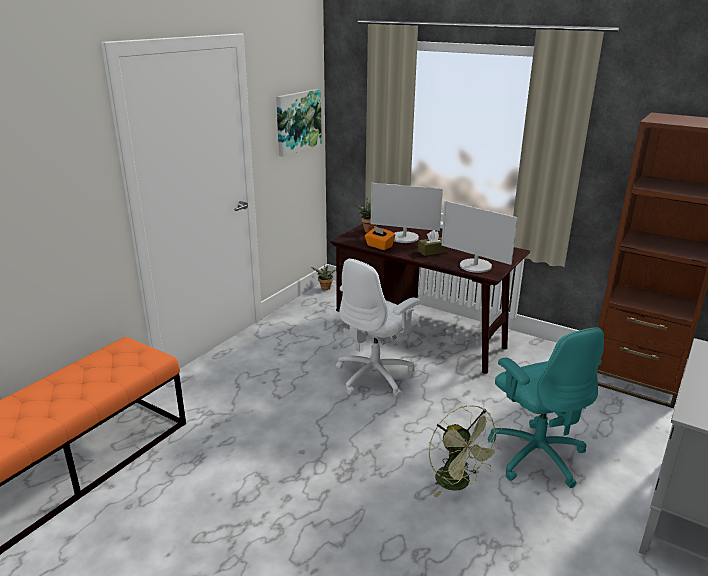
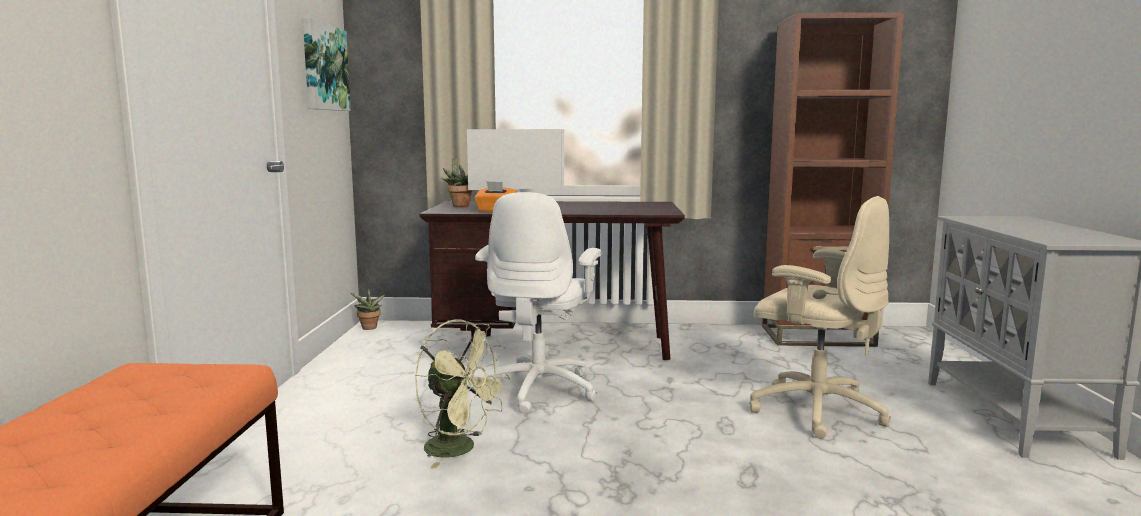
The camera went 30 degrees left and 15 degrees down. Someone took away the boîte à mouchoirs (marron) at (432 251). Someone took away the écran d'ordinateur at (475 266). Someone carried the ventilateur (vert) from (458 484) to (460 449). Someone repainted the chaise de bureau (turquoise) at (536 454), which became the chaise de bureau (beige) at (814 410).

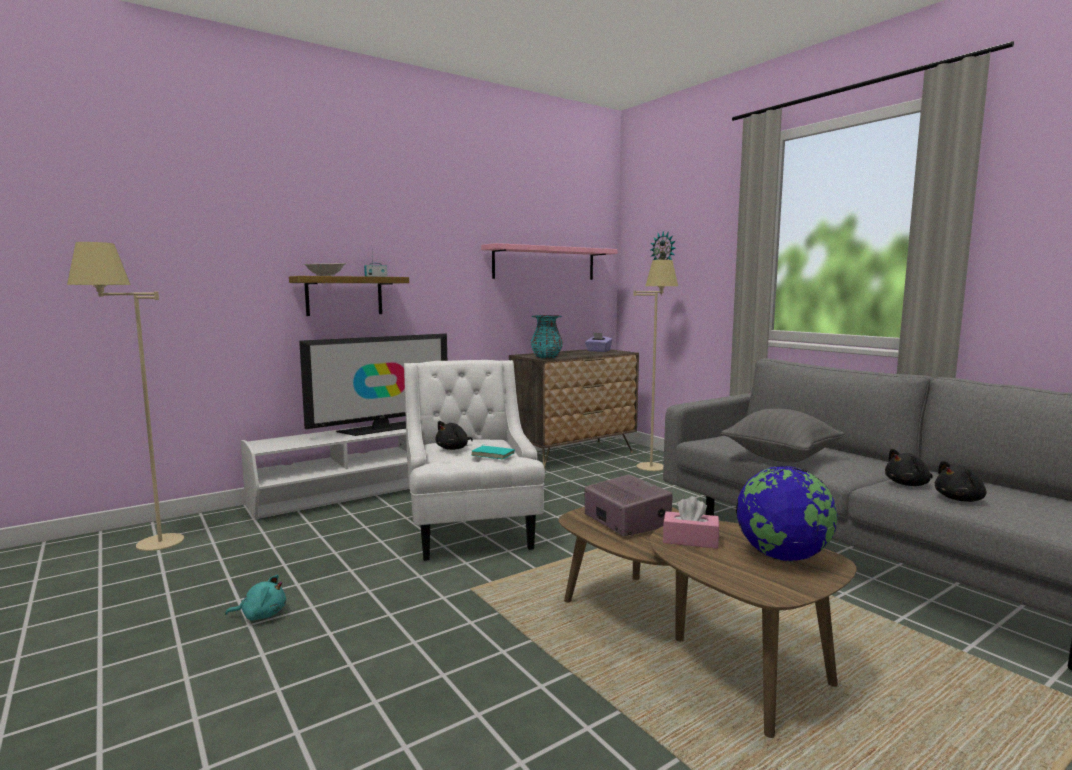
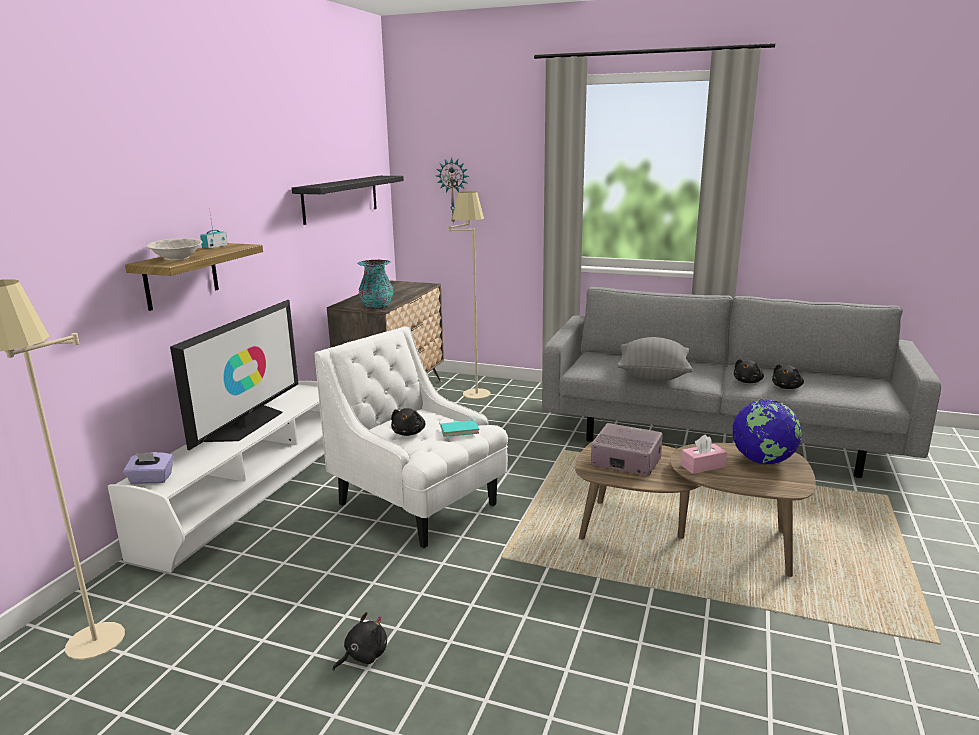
The camera went 35 degrees left and 10 degrees up. Someone carried the boîte à mouchoirs (violet) from (598 351) to (151 479). Someone repainted the peluche (turquoise) at (261 615), which became the peluche (noir) at (363 655). Someone repainted the étagère (rose) at (544 263), which became the étagère (noir) at (341 198).

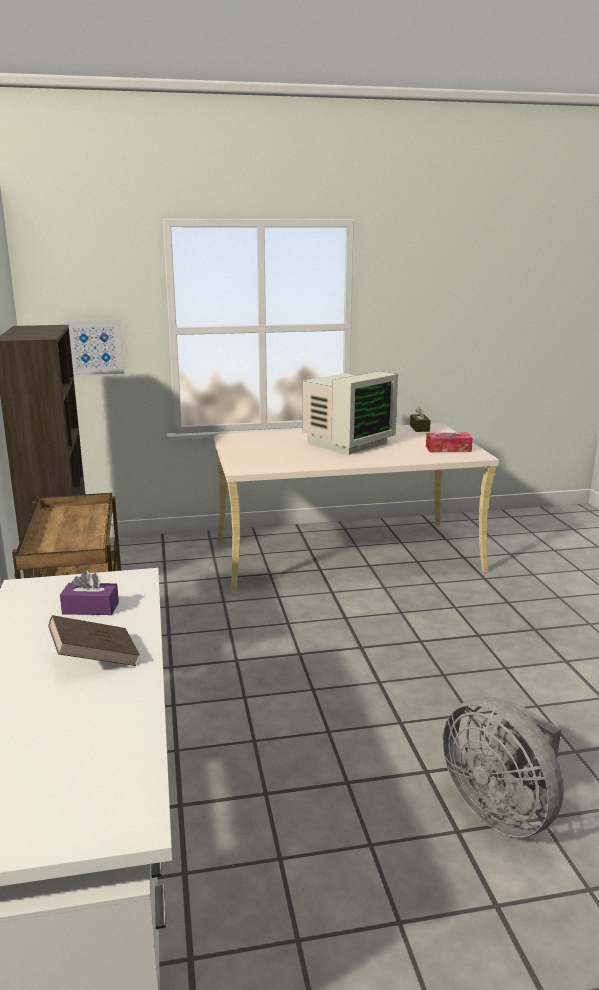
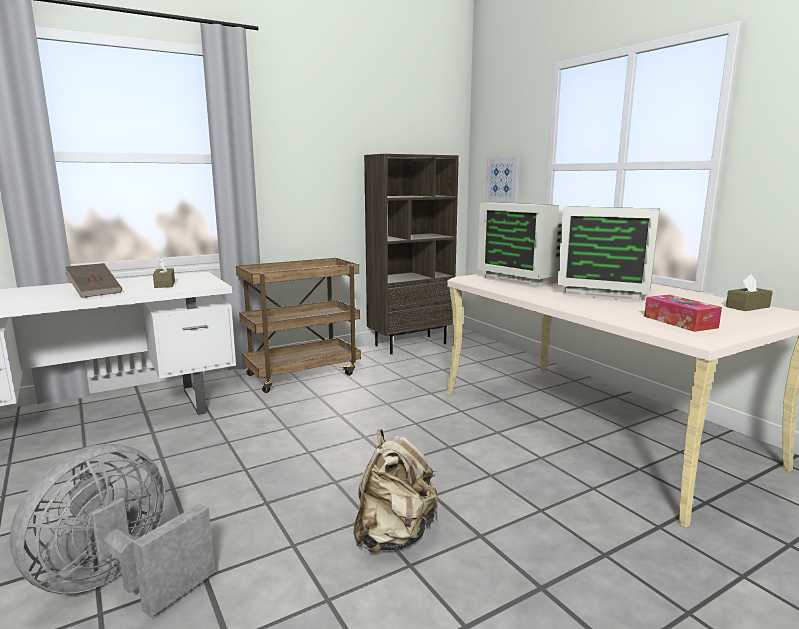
The camera went 70 degrees right and 5 degrees down. Someone put down the sac à dos (beige) at (394 536). Someone put down the écran d'ordinateur at (527 279). Someone repainted the boîte à mouchoirs (violet) at (90 608), which became the boîte à mouchoirs (marron) at (165 284).

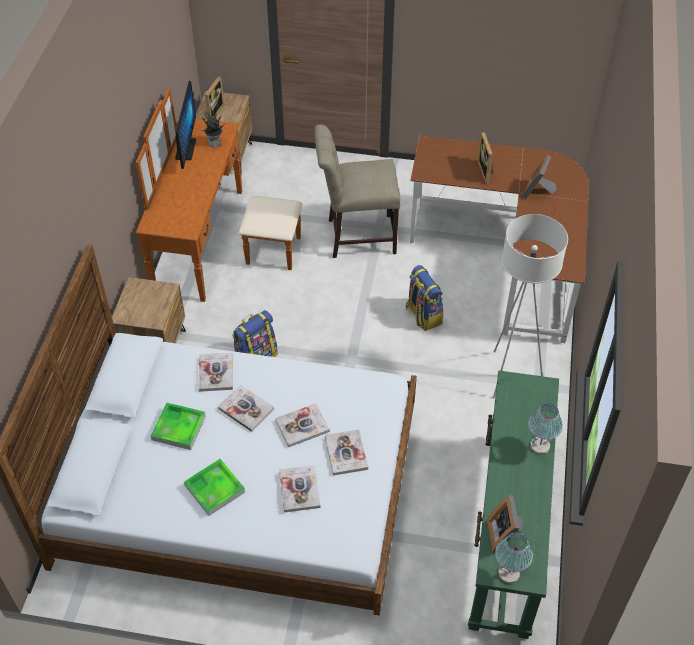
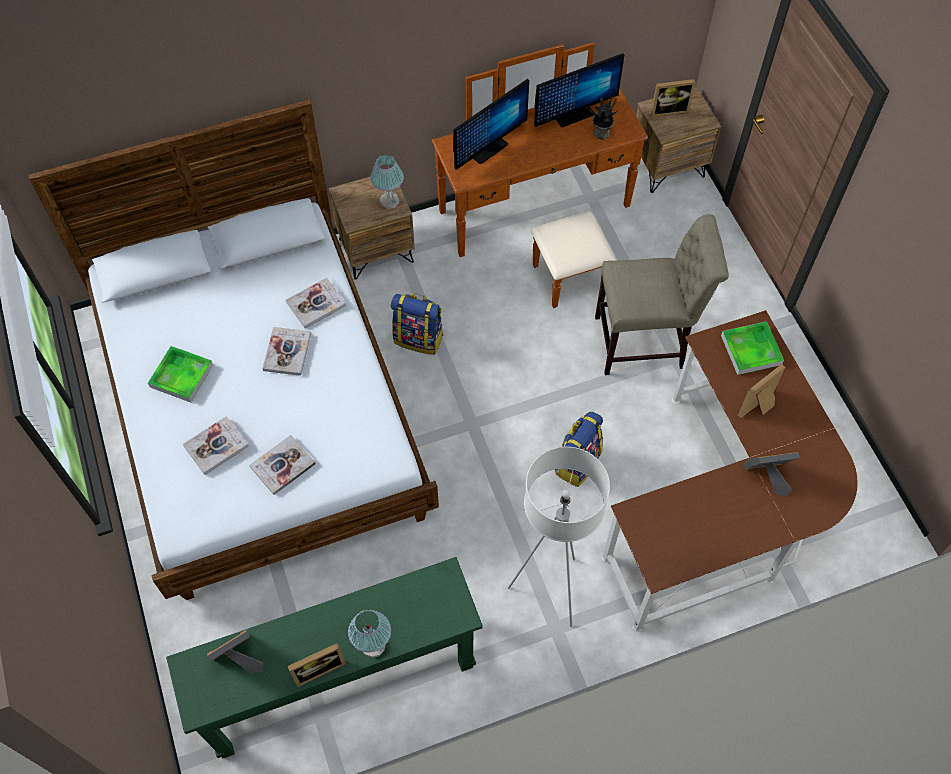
The camera went 60 degrees right and 10 degrees up. Someone took away the livre at (302 426). Someone put down the cadre photo at (318 667). Someone put down the écran d'ordinateur at (487 149). Someone carried the plateau from (179 428) to (751 350). Someone carried the lampe de table from (509 573) to (389 201). Someone rotated the chaise (beige) at (357 236) by 120 degrees clockwise.

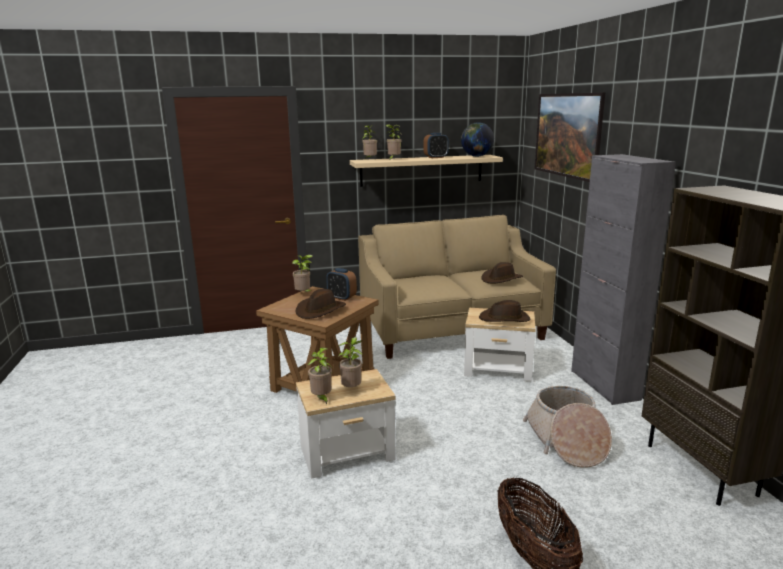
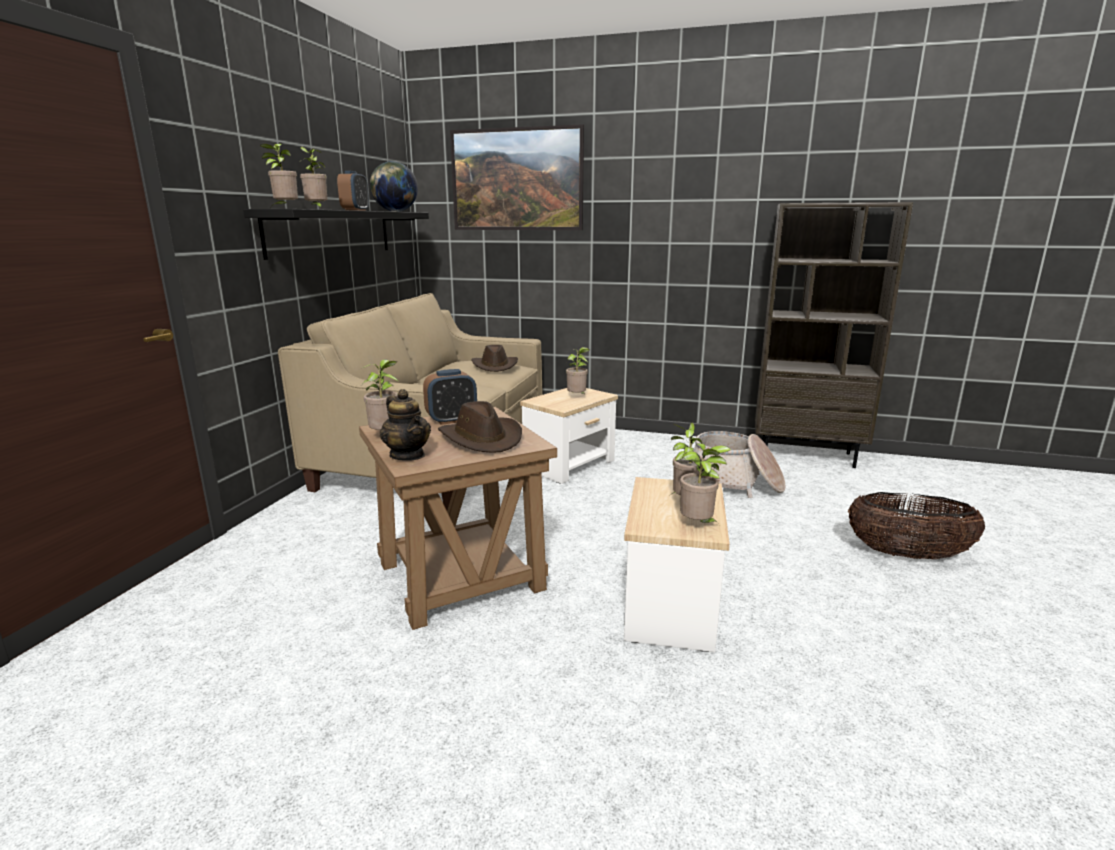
The camera went 60 degrees left and 0 degrees up. Someone took away the meuble de rangement (gris) at (604 385). Someone put down the théière at (408 455). Someone swapped the chapeau (marron) at (505 319) for the plante en pot at (577 397). Someone repainted the étagère (beige) at (421 170), which became the étagère (noir) at (331 232).

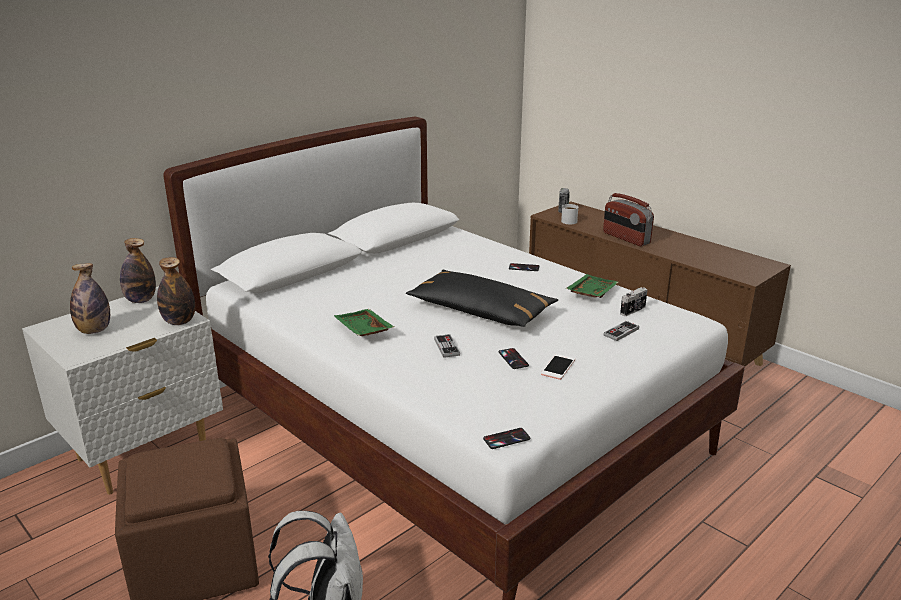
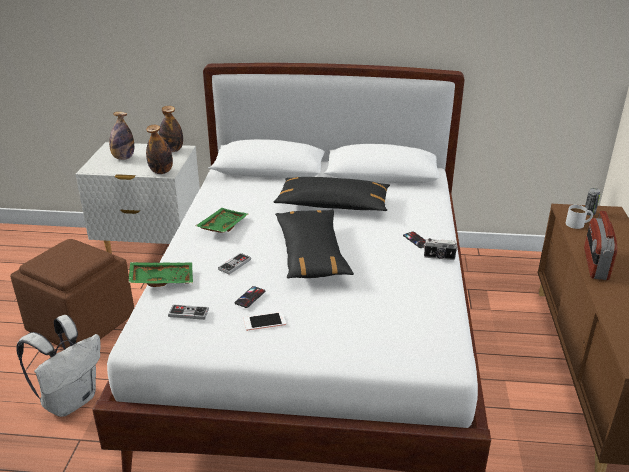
The camera went 50 degrees right and 5 degrees up. Someone took away the téléphone at (506 439). Someone put down the coussin (noir) at (333 205). Someone carried the plateau (vert) from (590 293) to (162 279). Someone carried the manette from (621 332) to (188 313). Someone carried the appareil photo from (633 311) to (439 257).

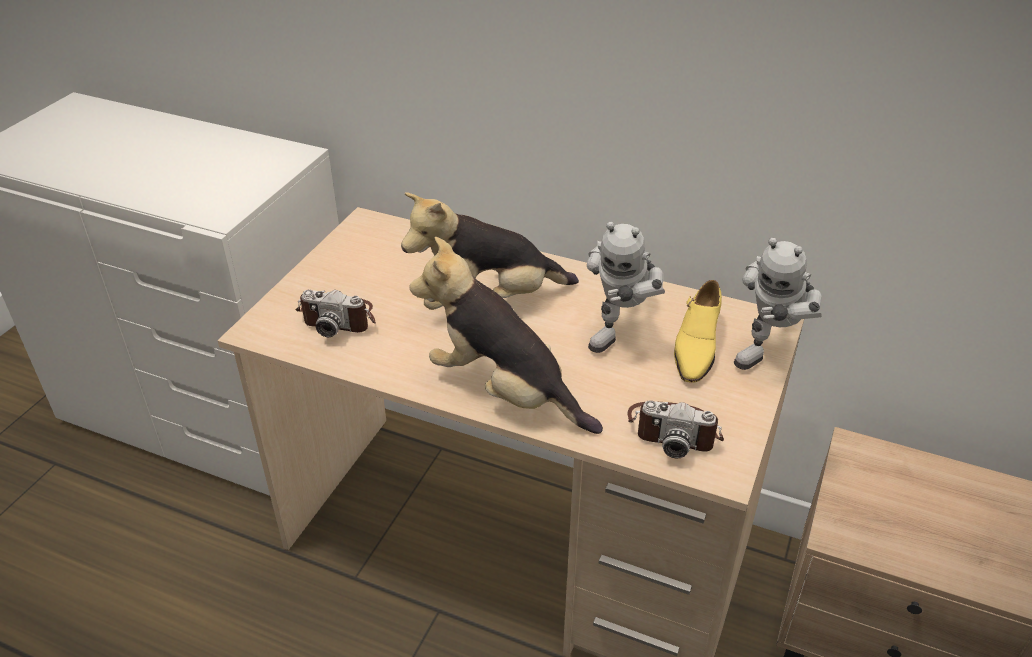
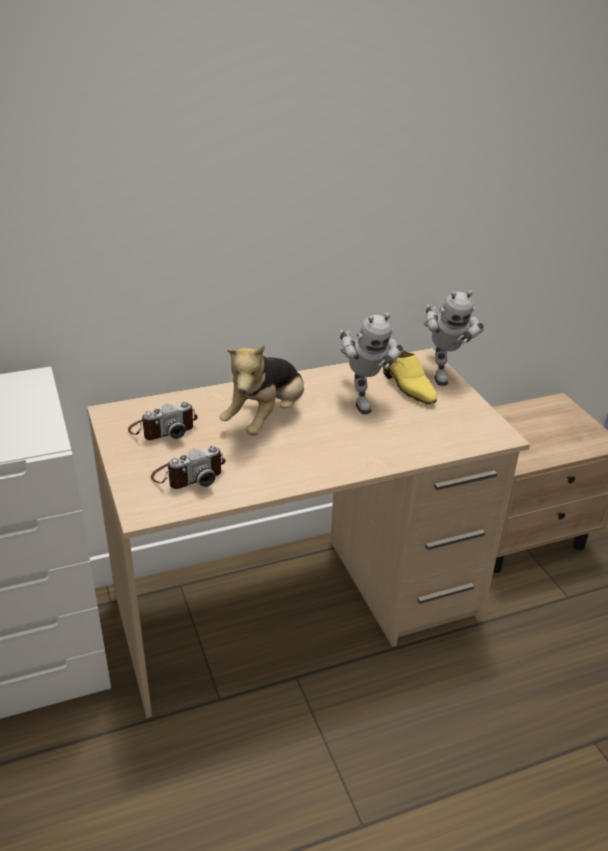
The camera went 45 degrees left and 5 degrees down. Someone took away the peluche at (504 392). Someone carried the appareil photo from (674 430) to (163 428).

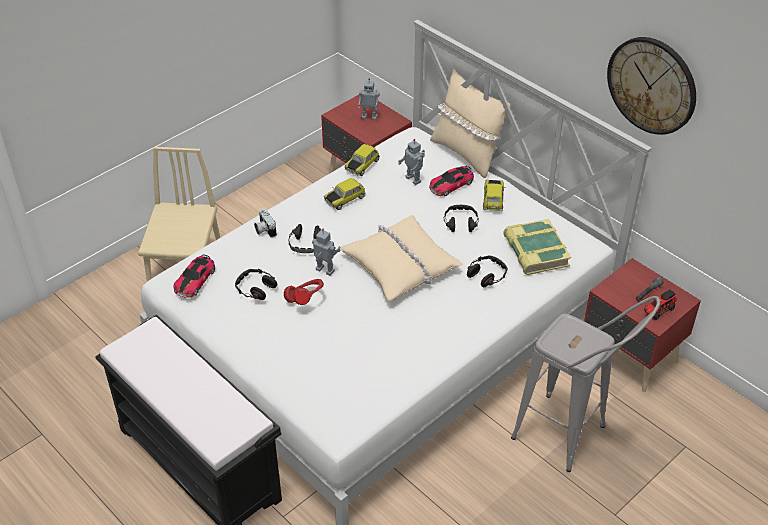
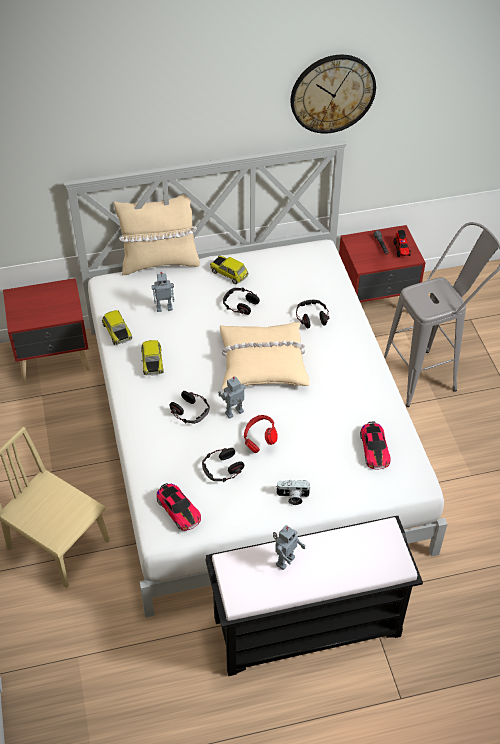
The camera went 60 degrees left and 5 degrees up. Someone took away the livre at (535 252). Someone carried the appareil photo from (264 229) to (292 497). Someone carried the robot jouet from (369 117) to (284 560). Someone carried the petite voiture from (451 184) to (374 449).

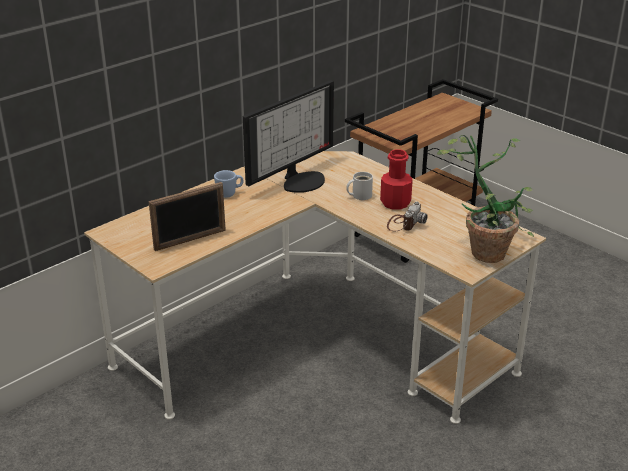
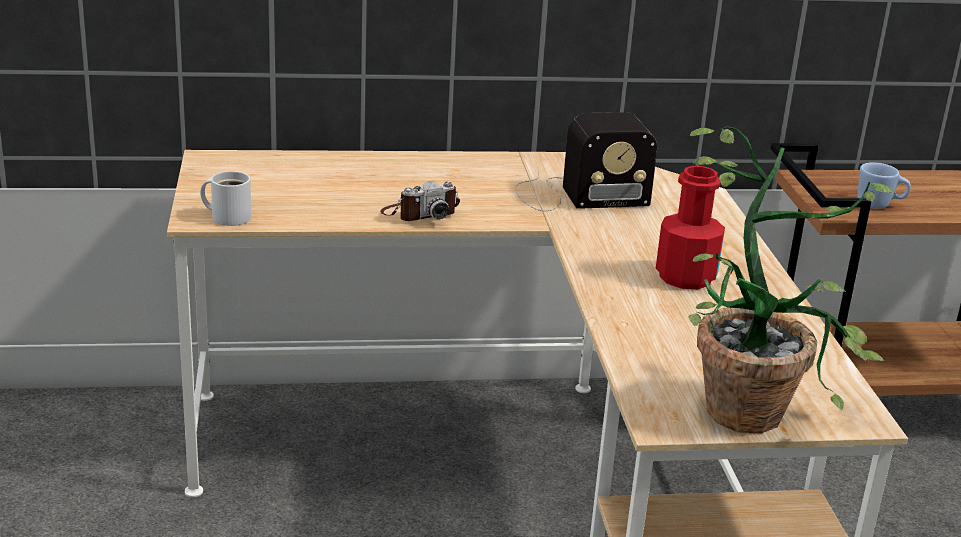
The camera went 35 degrees right and 5 degrees down. Someone took away the cadre photo at (190 240). Someone carried the mug (bleu) from (229 193) to (879 205). Someone carried the mug (blanc) from (360 195) to (228 216). Someone carried the appareil photo from (404 223) to (420 213). Someone swapped the écran d'ordinateur at (301 180) for the radio at (576 195).

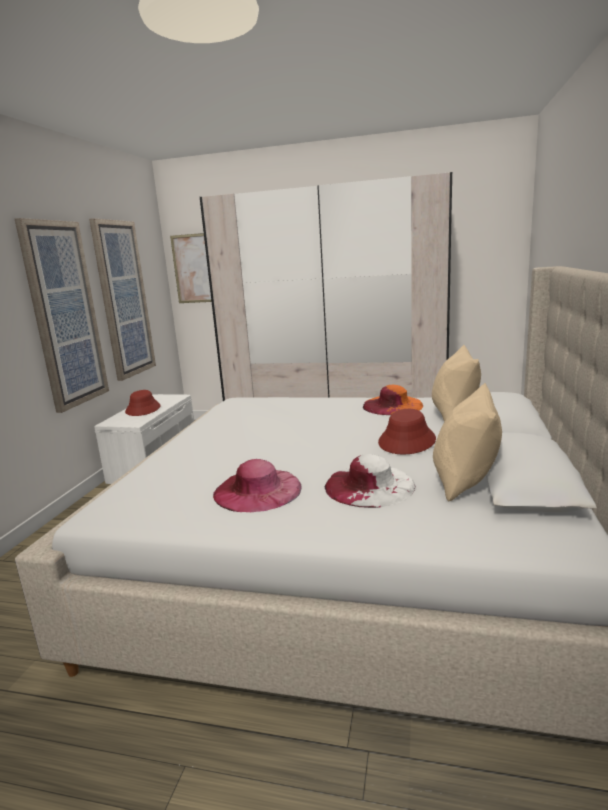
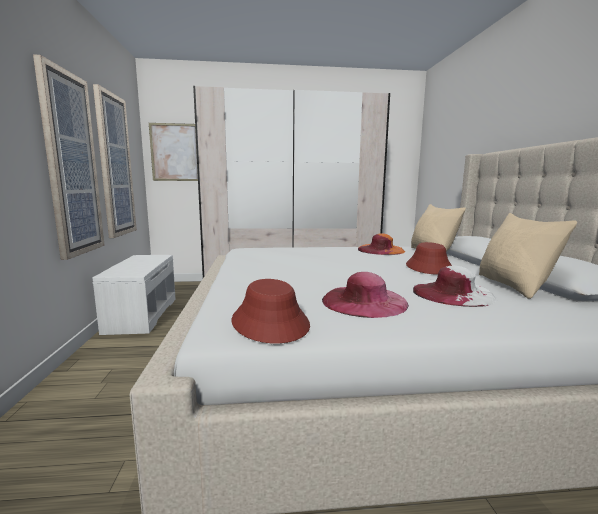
The camera went 20 degrees left and 5 degrees down. Someone carried the chapeau (rouge) from (143 409) to (270 322).

